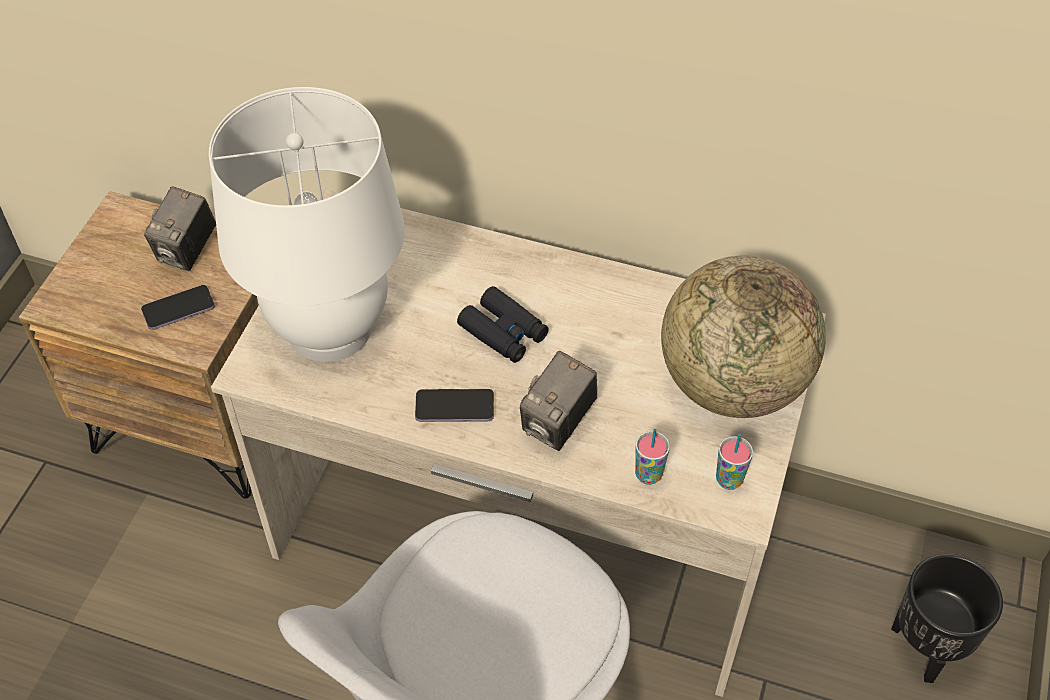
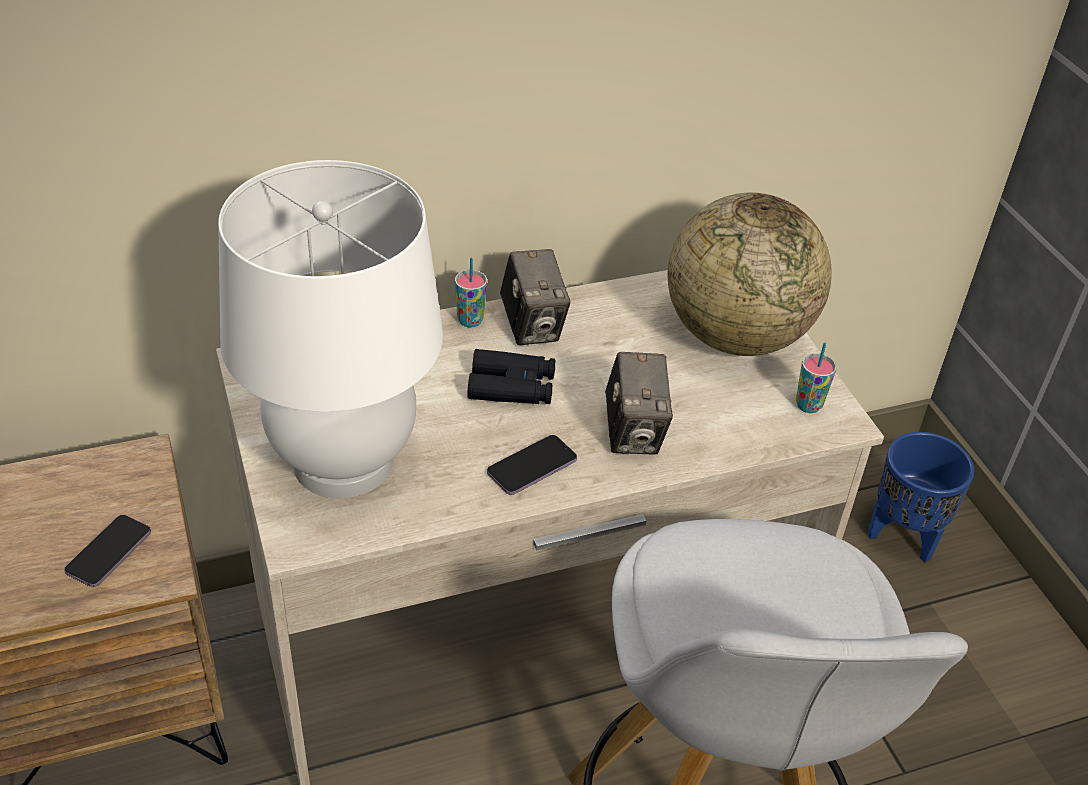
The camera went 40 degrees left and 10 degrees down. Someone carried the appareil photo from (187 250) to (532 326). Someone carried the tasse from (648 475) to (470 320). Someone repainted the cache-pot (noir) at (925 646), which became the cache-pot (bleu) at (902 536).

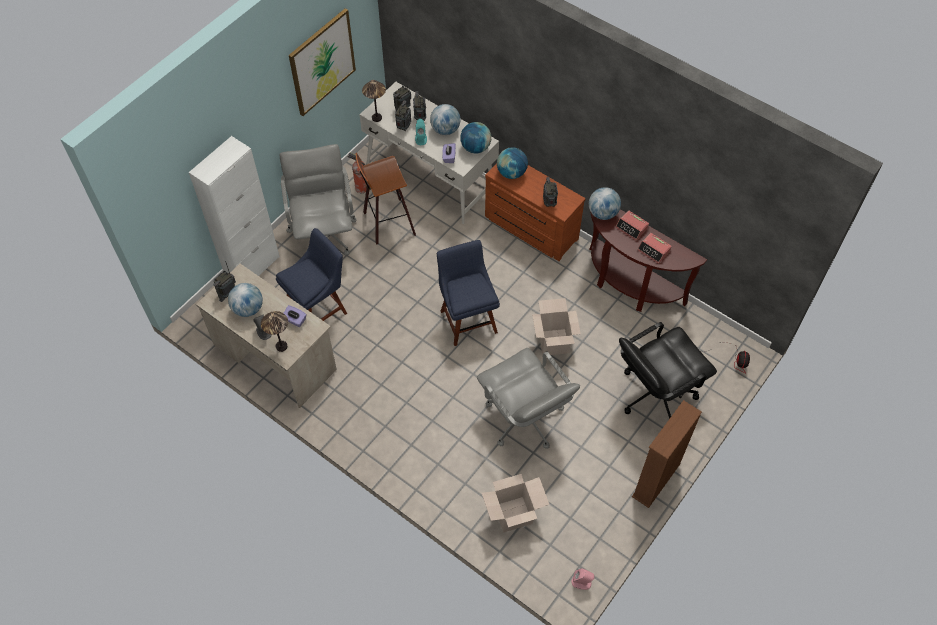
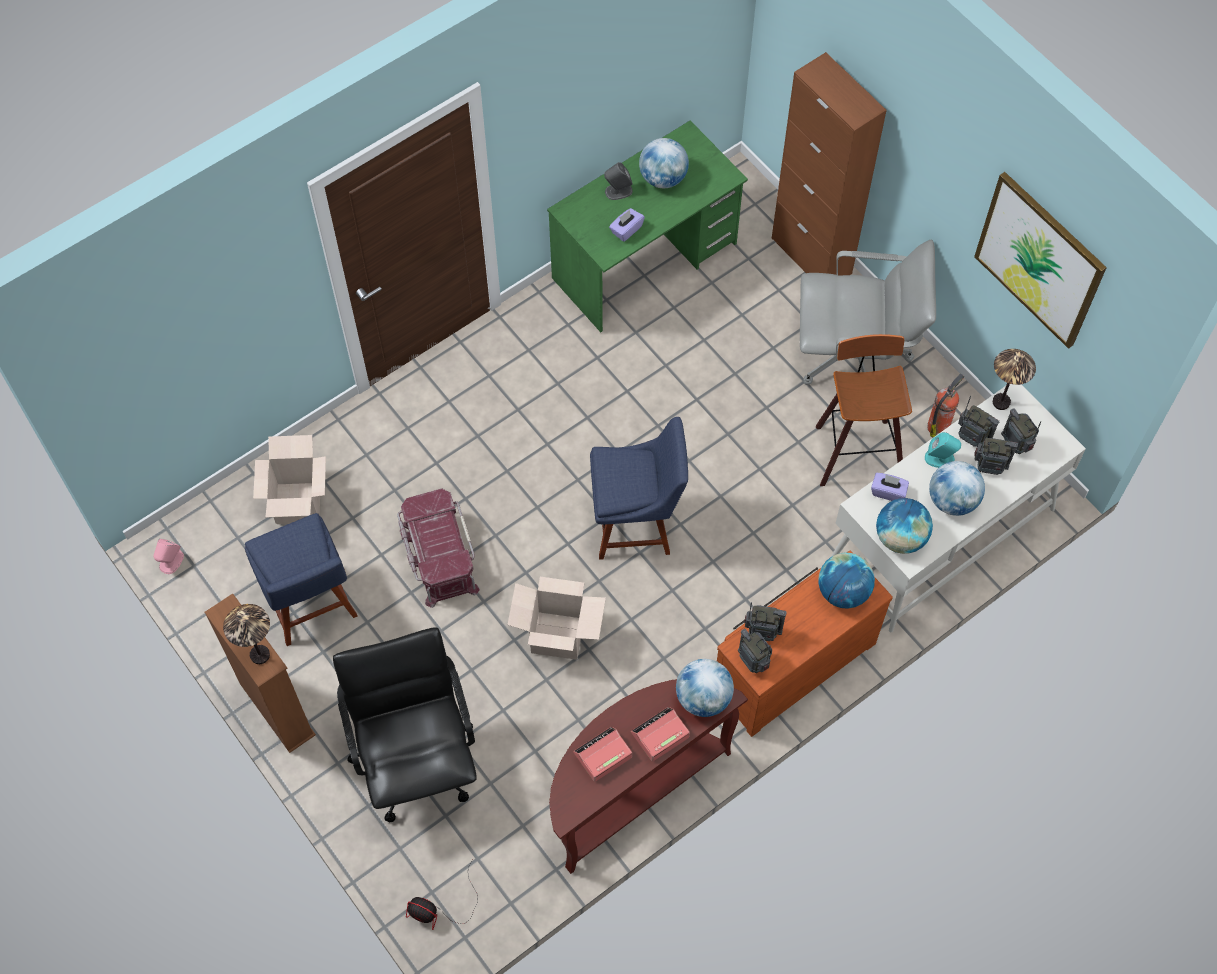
The camera went 105 degrees right and 5 degrees up. Someone carried the radio from (227 293) to (753 662). Someone carried the lampe de table from (281 346) to (260 654). Someone carried the chaise (bleu) from (319 309) to (311 606). Someone swapped the chaise de bureau (gris) at (524 419) for the boîte de rangement (rouge) at (439 557). Someone repainted the meuble de rangement (blanc) at (253 267), which became the meuble de rangement (marron) at (811 256). Someone repainted the bureau (beige) at (275 357), which became the bureau (vert) at (645 261).

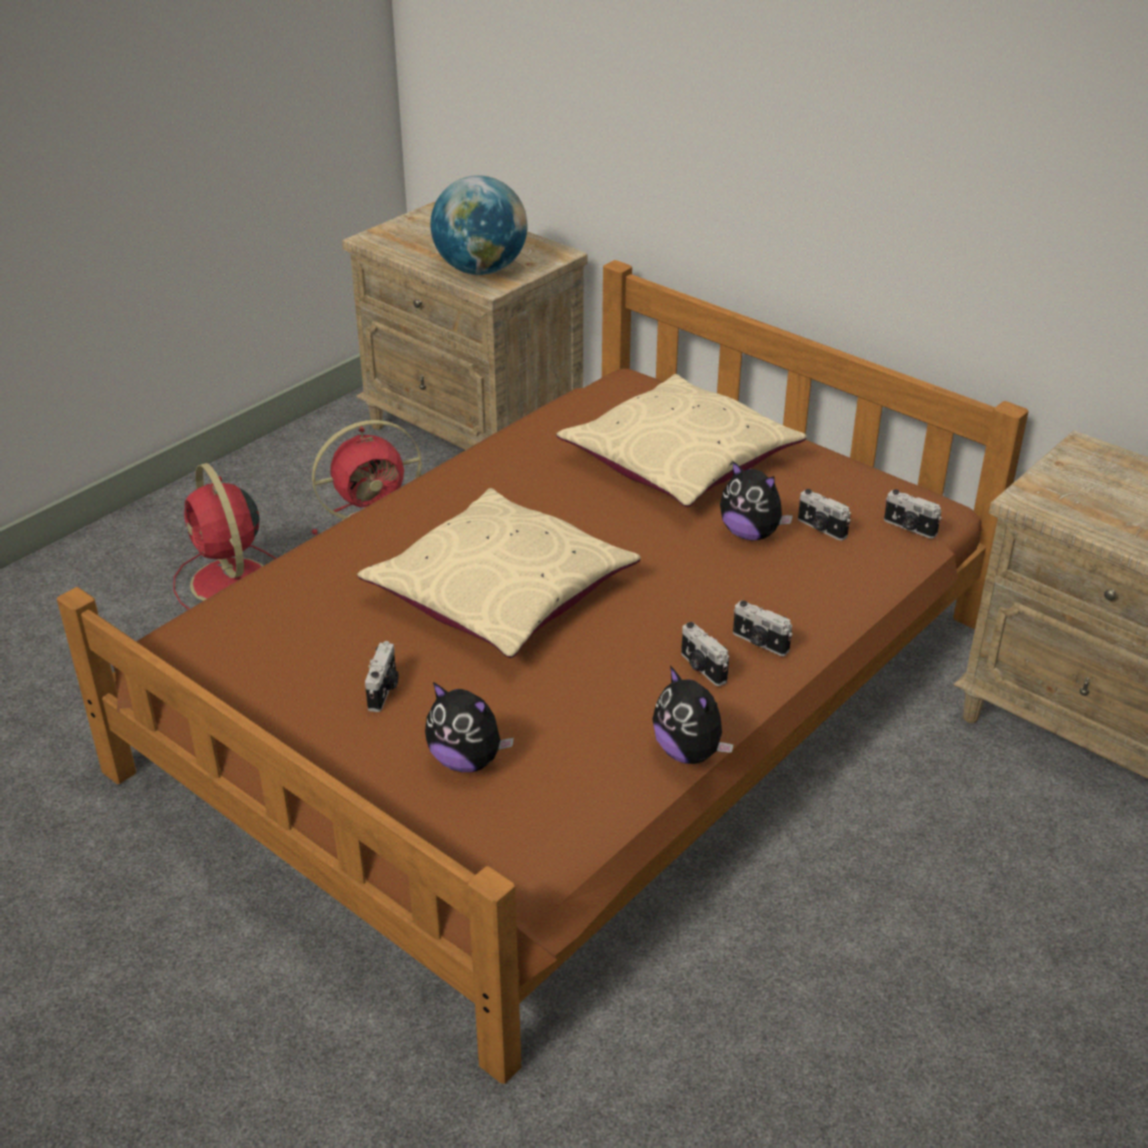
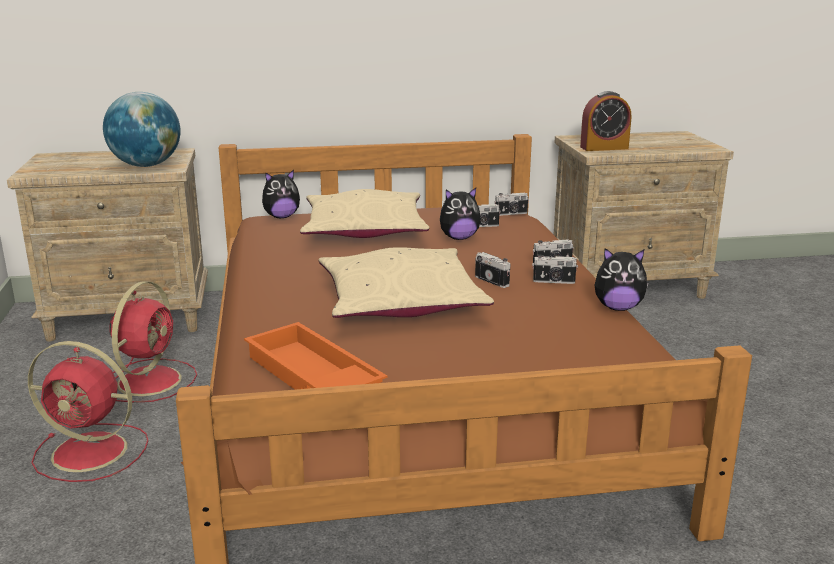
The camera went 50 degrees left and 15 degrees down. Someone put down the plateau (orange) at (310 376). Someone put down the réveil at (604 148). Someone carried the appareil photo from (384 690) to (493 281). Someone carried the peluche from (467 760) to (281 217).

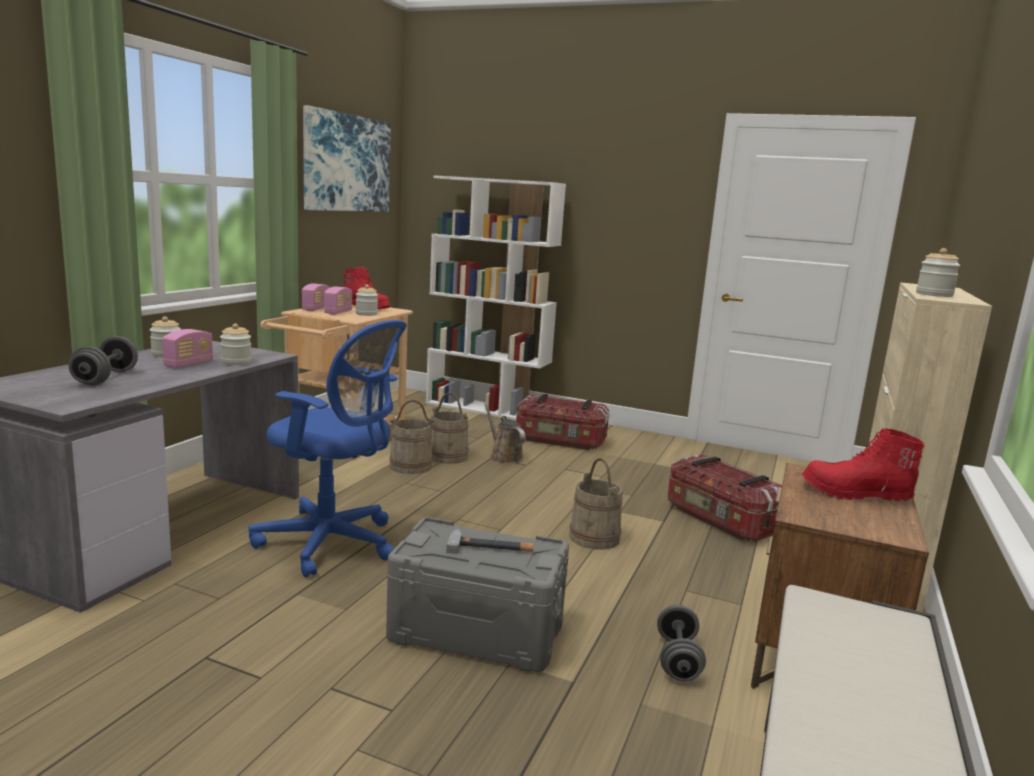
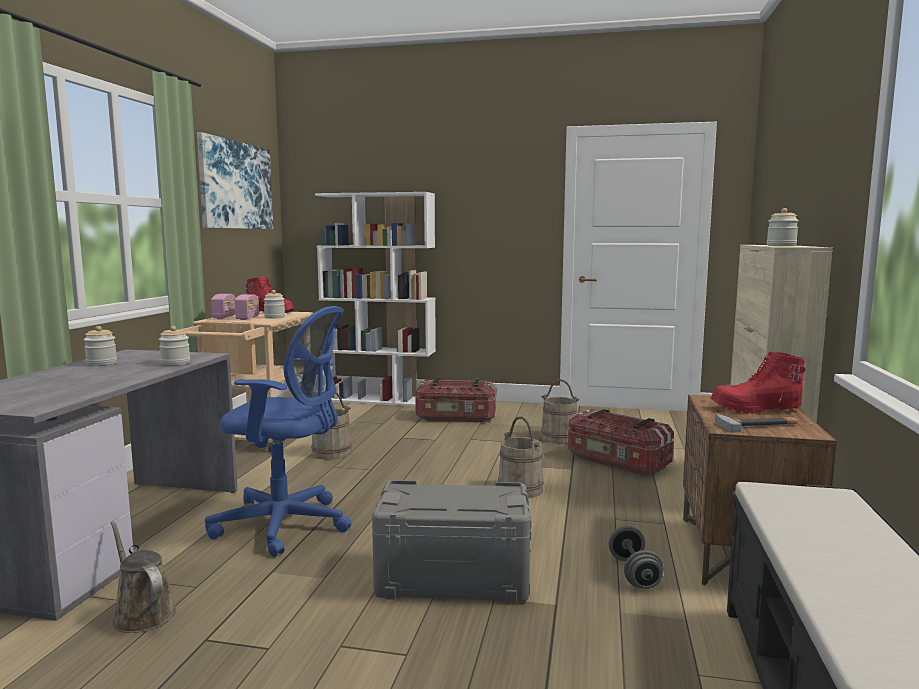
The camera went 10 degrees left and 5 degrees down. Someone took away the haltère (gris) at (106 378). Someone took away the radio at (189 364). Someone carried the seau (beige) from (448 456) to (559 437). Someone carried the marteau from (491 547) to (757 425). Someone carried the arrosoir (marron) from (504 456) to (142 613).

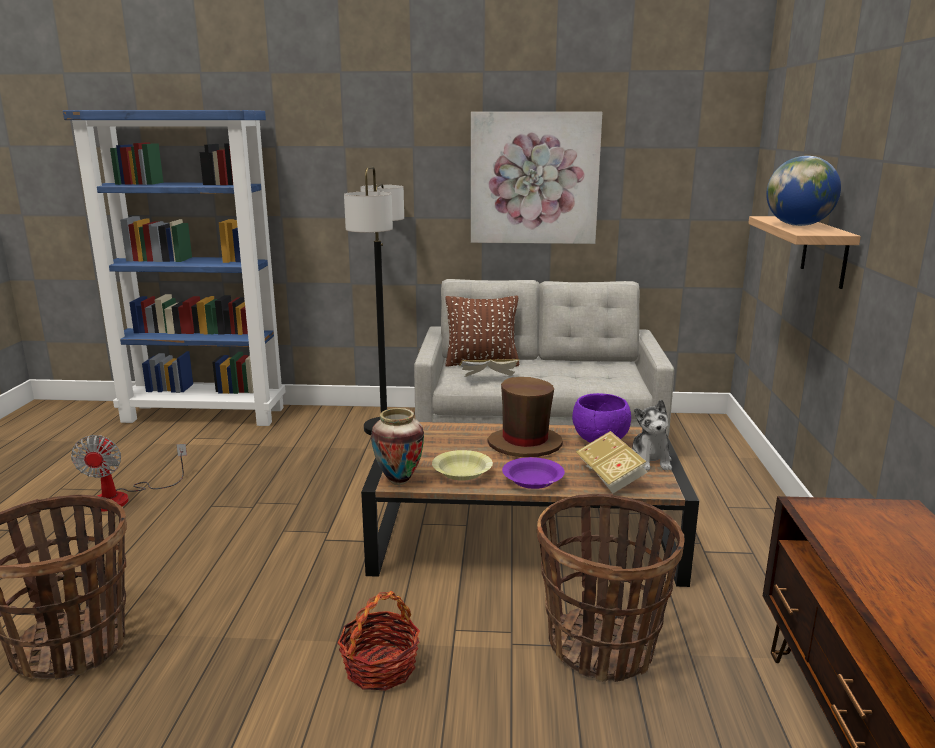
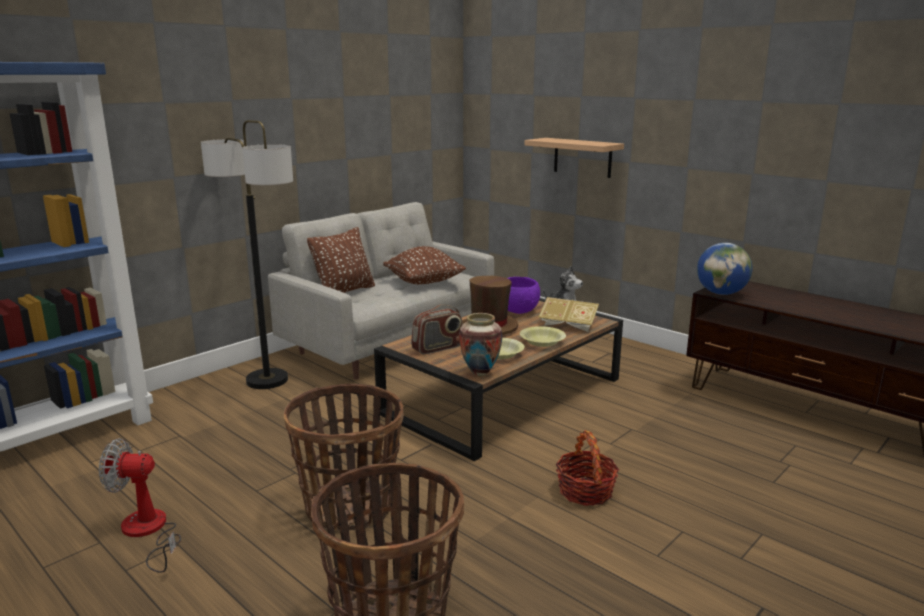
The camera went 50 degrees left and 0 degrees up. Someone took away the livre at (489 379). Someone took away the tableau at (534 178). Someone put down the coussin (marron) at (424 283). Someone put down the radio at (438 348). Someone carried the panier from (601 647) to (350 508). Someone carried the globe from (798 225) to (721 293). Someone repainted the bol (violet) at (532 481), which became the bol (jaune) at (542 342). Someone rotated the ventilateur at (123 498) by 150 degrees clockwise.

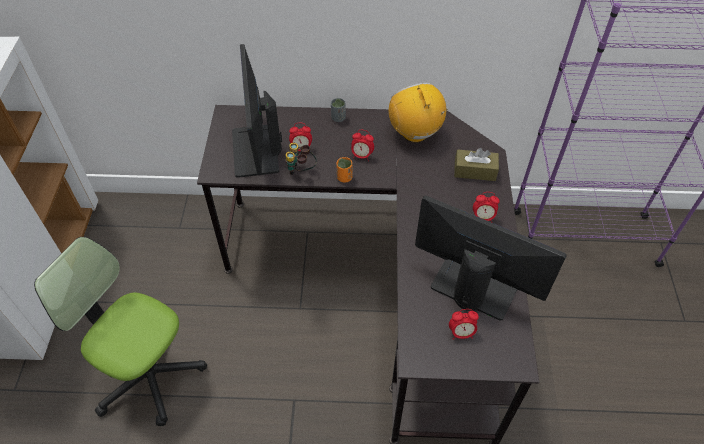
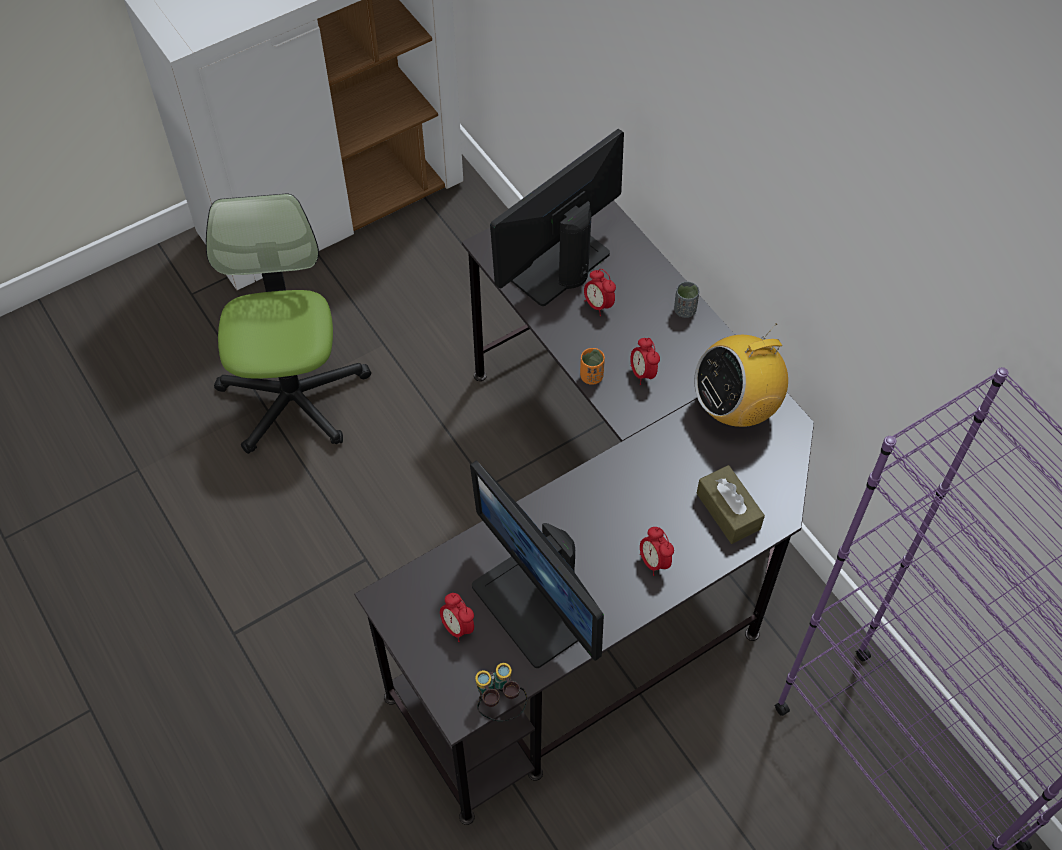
The camera went 55 degrees right and 5 degrees up. Someone carried the jumelles from (301 171) to (499 704). Someone rotated the radio at (415 133) by 150 degrees counterclockwise. Someone rotated the écran d'ordinateur at (473 286) by 150 degrees clockwise.

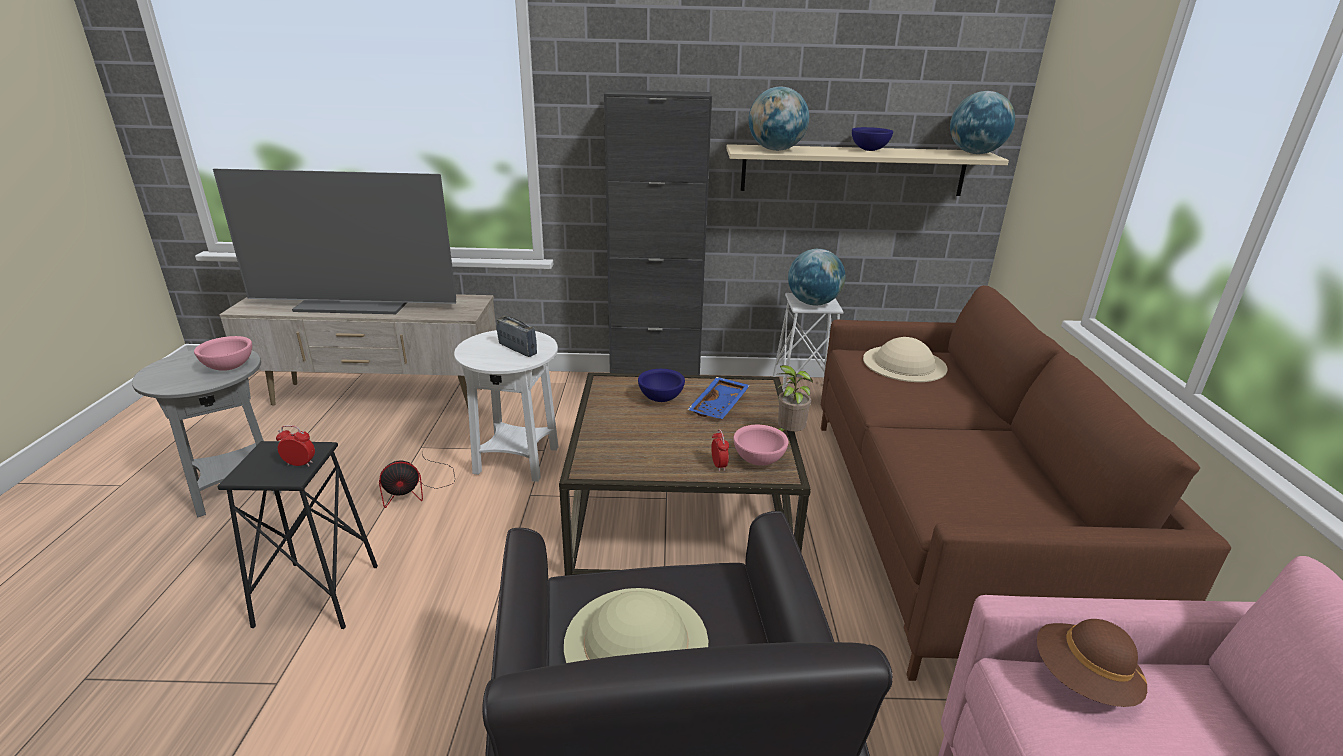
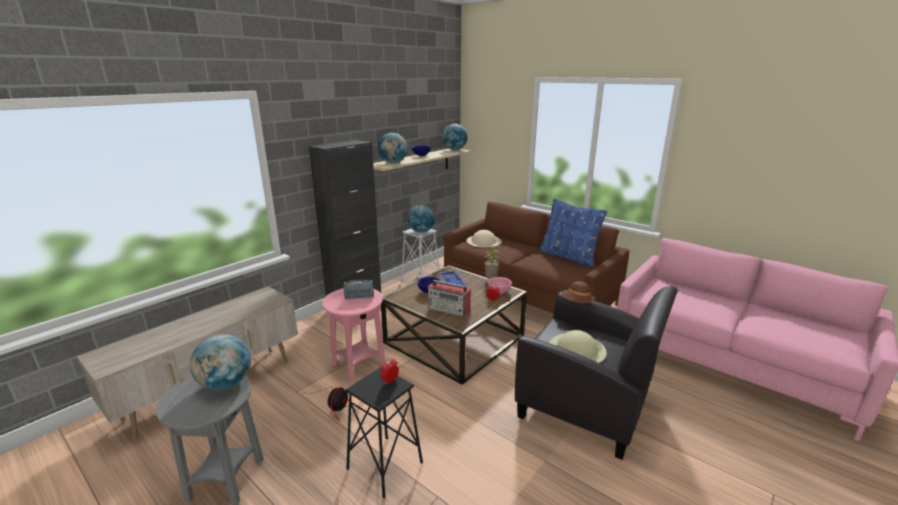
The camera went 50 degrees left and 5 degrees down. Someone took away the téléviseur at (356 304). Someone put down the radio at (449 310). Someone put down the coussin (bleu) at (568 257). Someone carried the chapeau (marron) from (1082 680) to (577 303). Someone swapped the bol (rose) at (228 367) for the globe at (226 384). Someone repainted the table d'appoint (blanc) at (517 461), which became the table d'appoint (rose) at (358 365).

